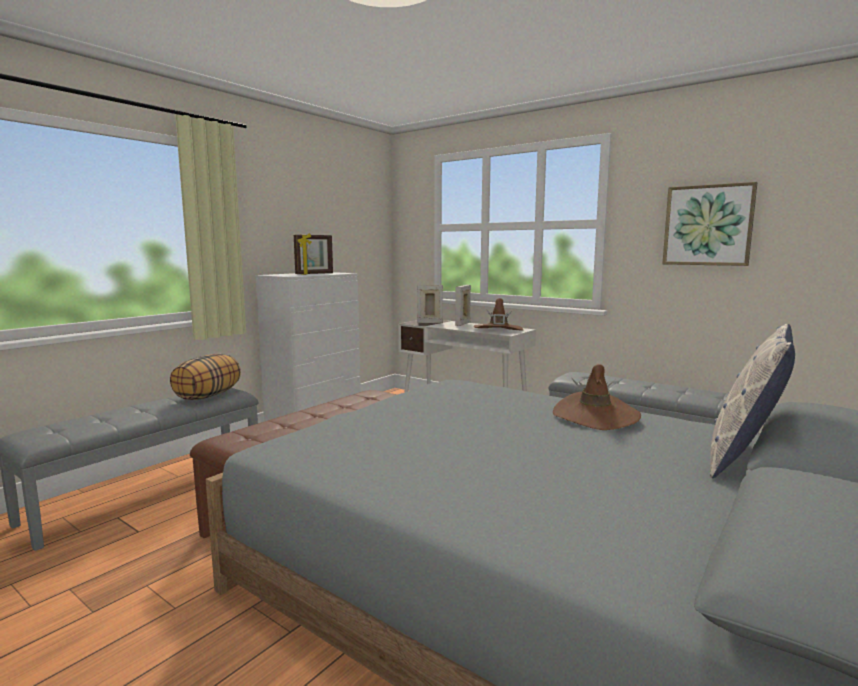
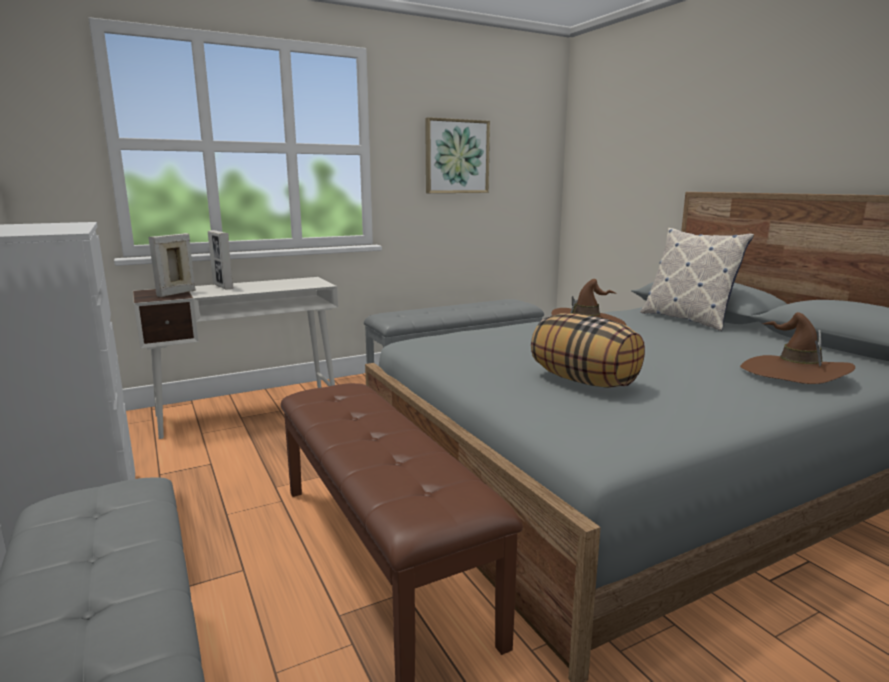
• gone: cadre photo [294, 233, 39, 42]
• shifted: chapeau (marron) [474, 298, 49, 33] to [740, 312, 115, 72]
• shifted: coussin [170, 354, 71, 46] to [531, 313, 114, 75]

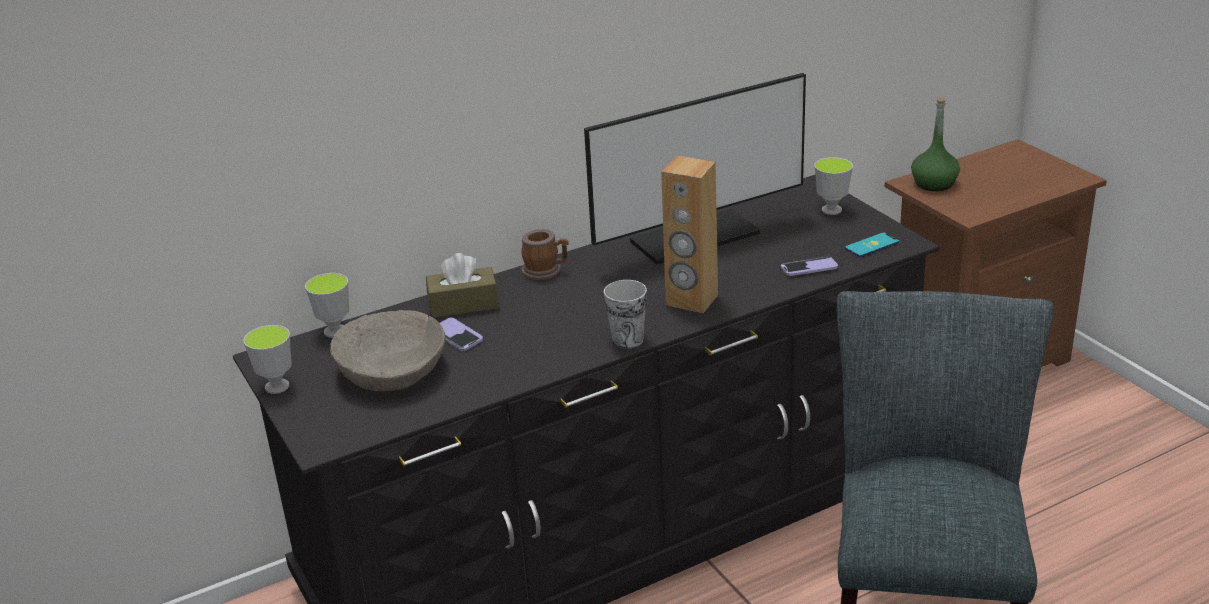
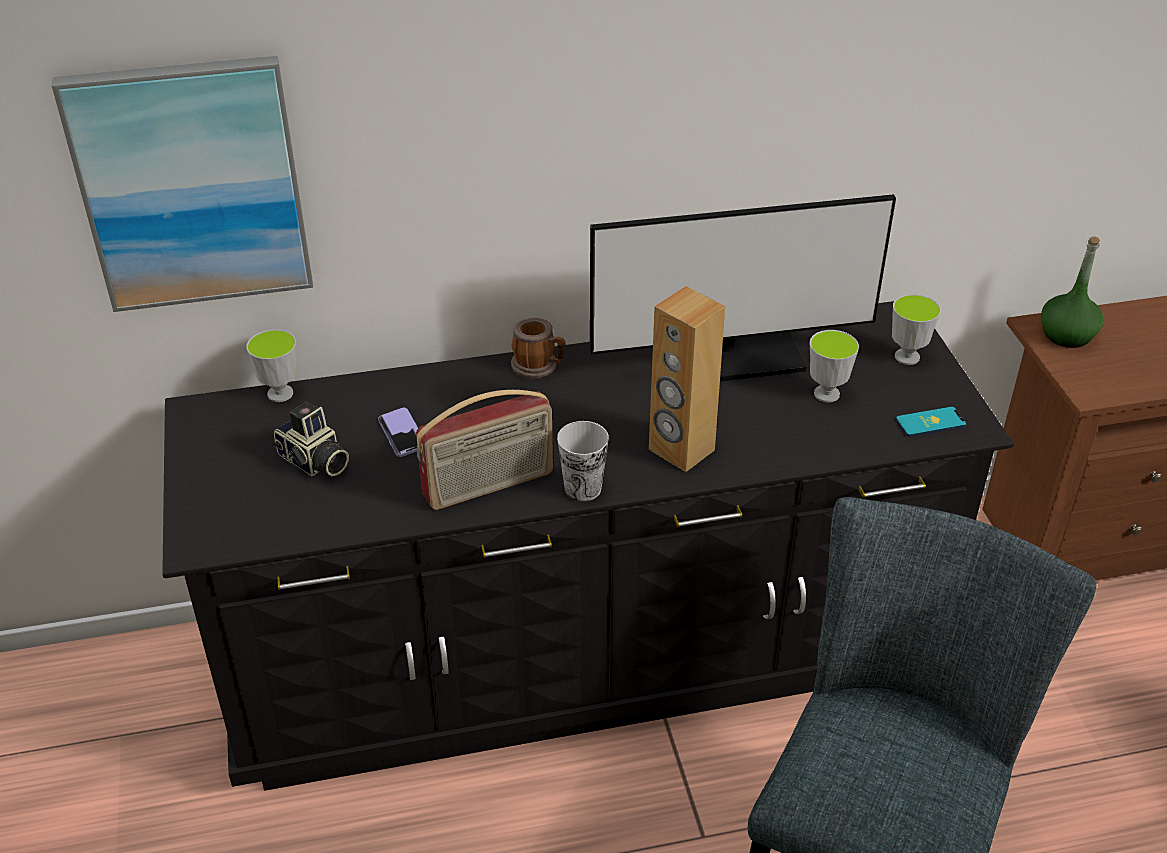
• gone: boîte à mouchoirs (marron) [426, 253, 73, 65]
• gone: téléphone [781, 257, 57, 19]
• swapped: bol (beige) [330, 310, 115, 82] to appareil photo [272, 402, 77, 74]
• shifted: tasse [243, 325, 49, 69] to [810, 330, 49, 72]
• new: tableau [52, 56, 261, 256]
• new: radio [416, 390, 137, 120]

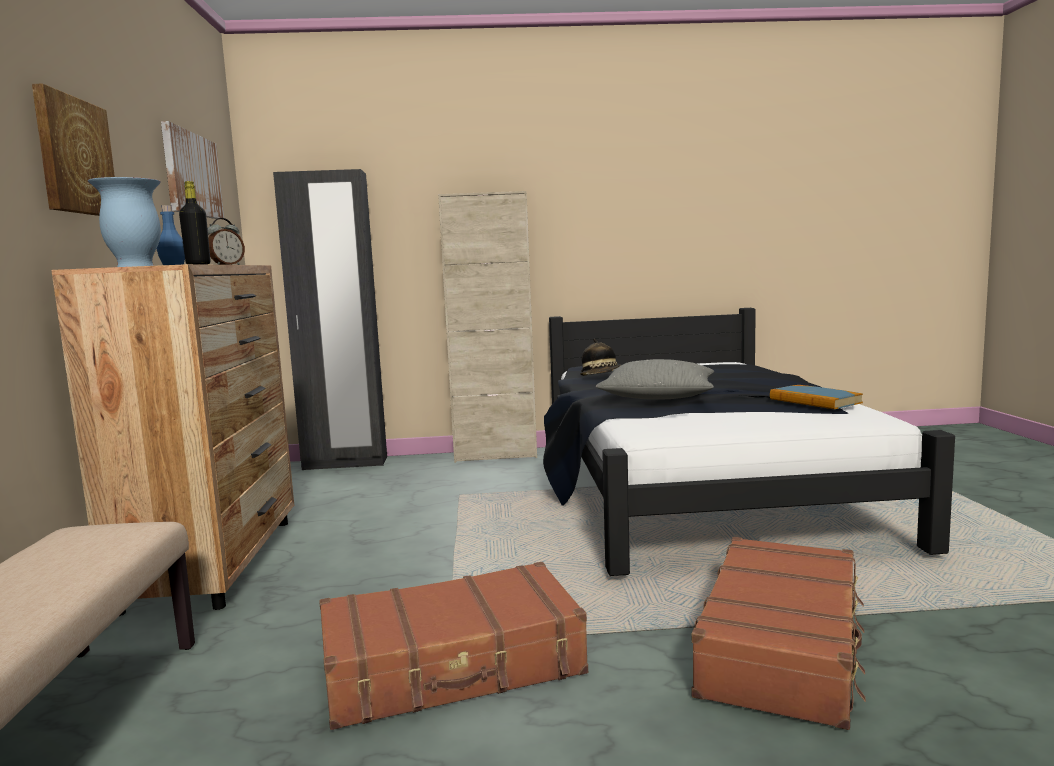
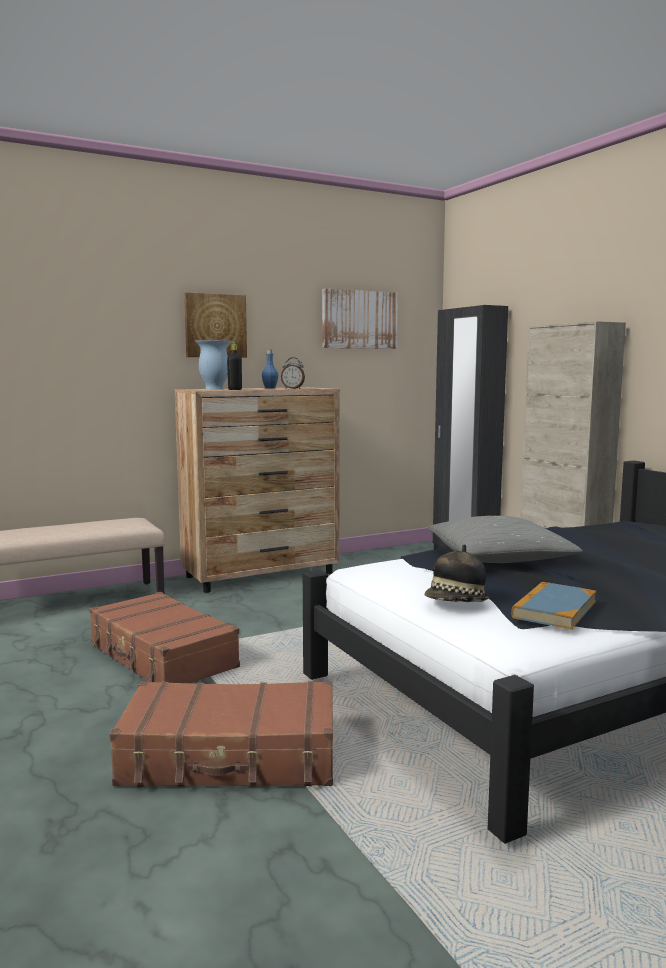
• shifted: chapeau [580, 339, 41, 37] to [424, 544, 66, 58]

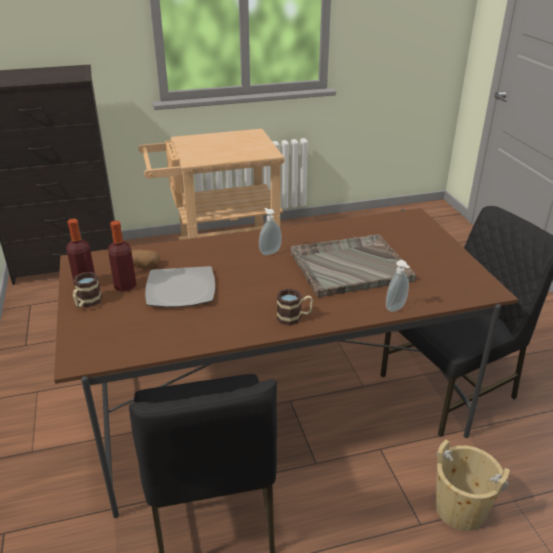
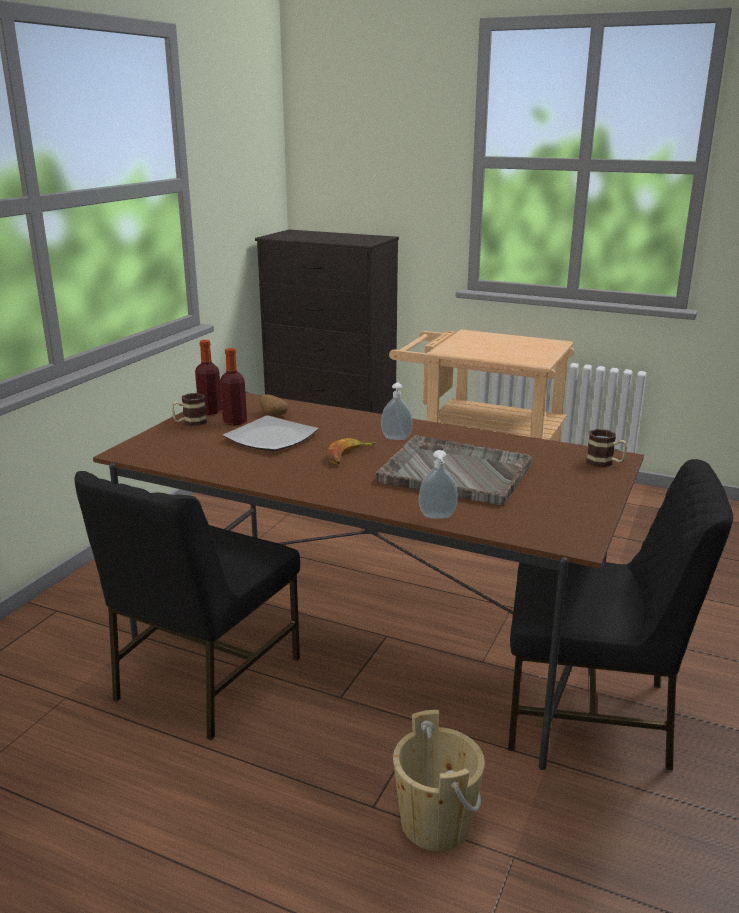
• shifted: mug [276, 288, 37, 38] to [586, 429, 41, 38]
• new: banane [328, 438, 49, 26]

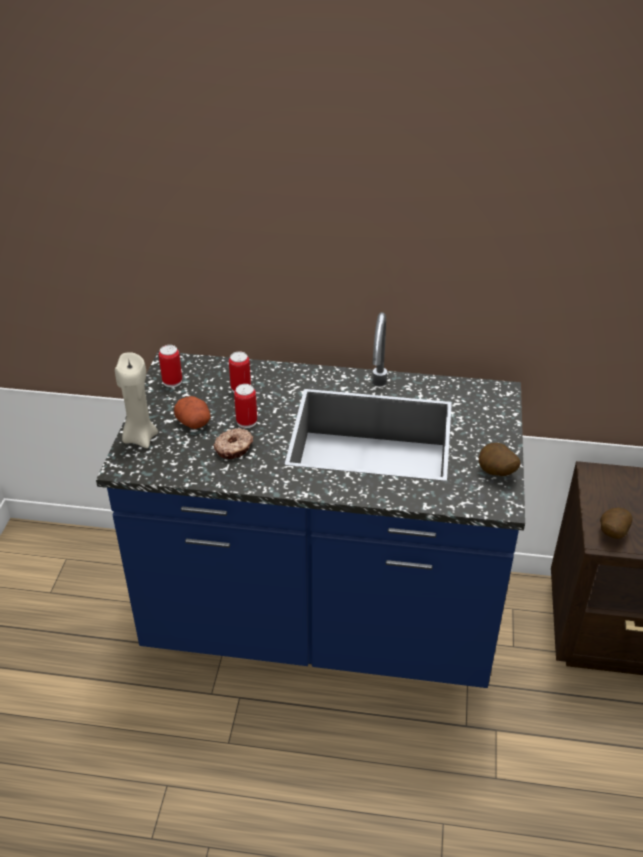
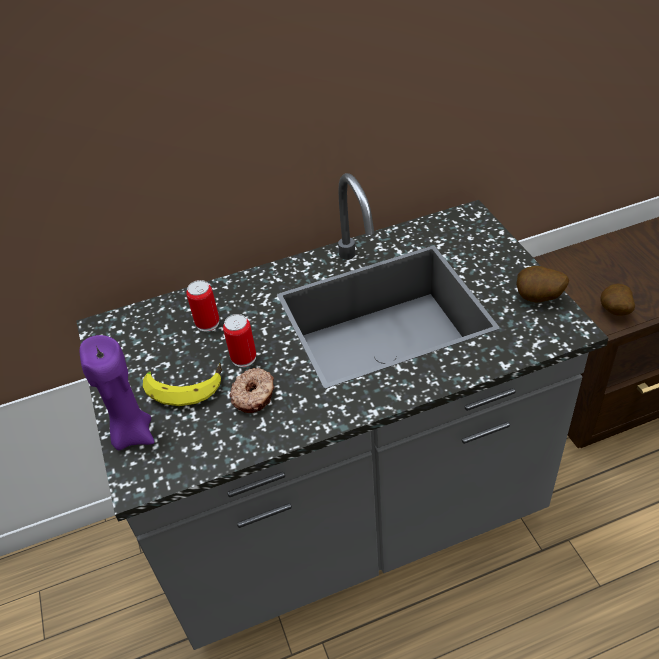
• repainted: comptoir de cuisine (bleu) [96, 312, 429, 376] to comptoir de cuisine (gris) [76, 173, 533, 477]
• gone: boîte métallique [159, 345, 23, 42]
• repainted: bougie (beige) [115, 352, 43, 96] to bougie (violet) [80, 335, 74, 115]
• swapped: pomme de terre [174, 396, 36, 33] to banane [143, 364, 79, 42]

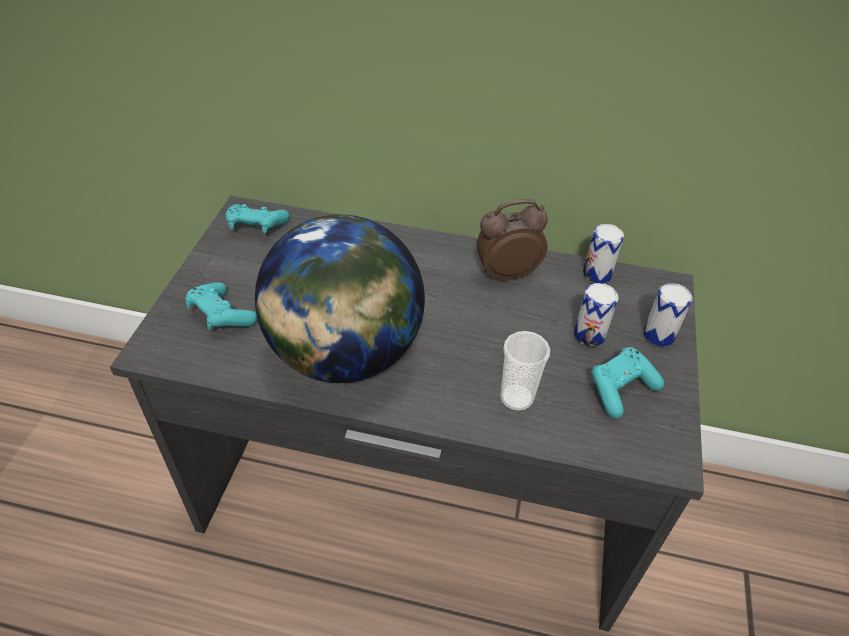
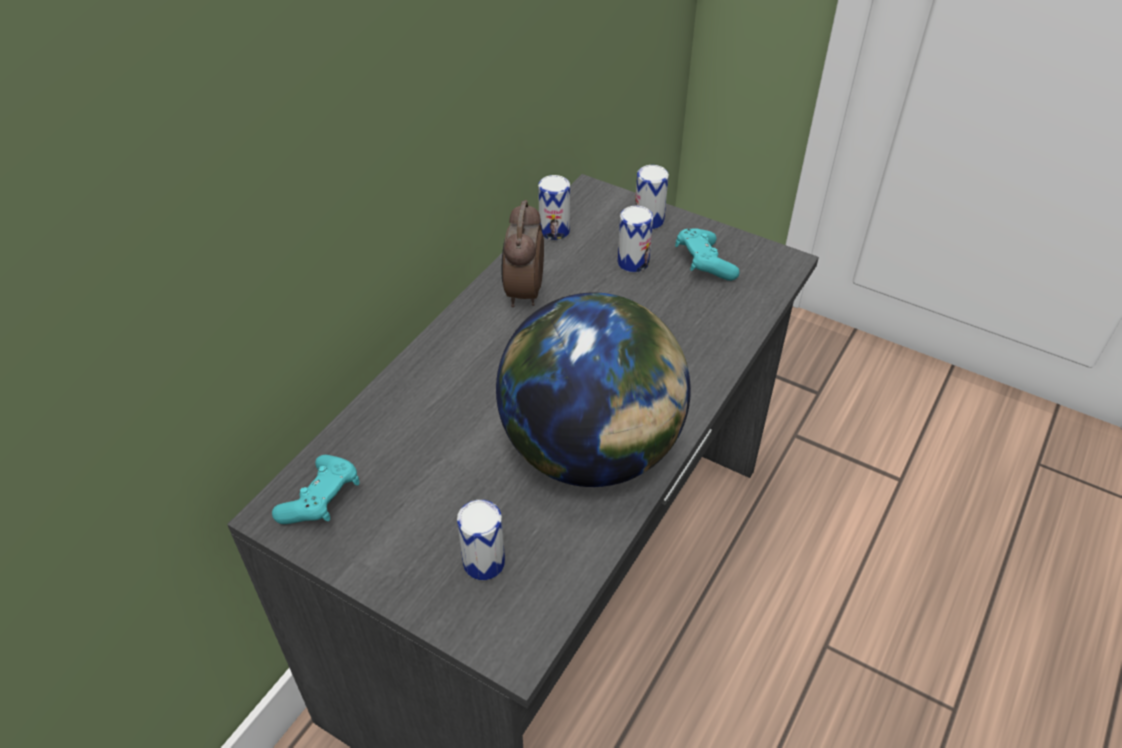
• swapped: manette (turquoise) [185, 282, 72, 47] to boîte métallique [457, 500, 48, 80]
• gone: tasse [500, 331, 50, 80]

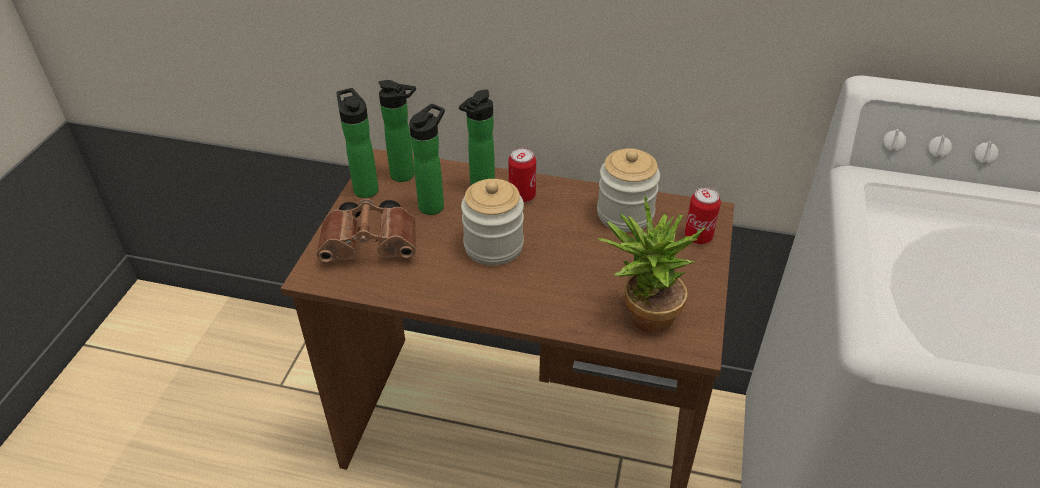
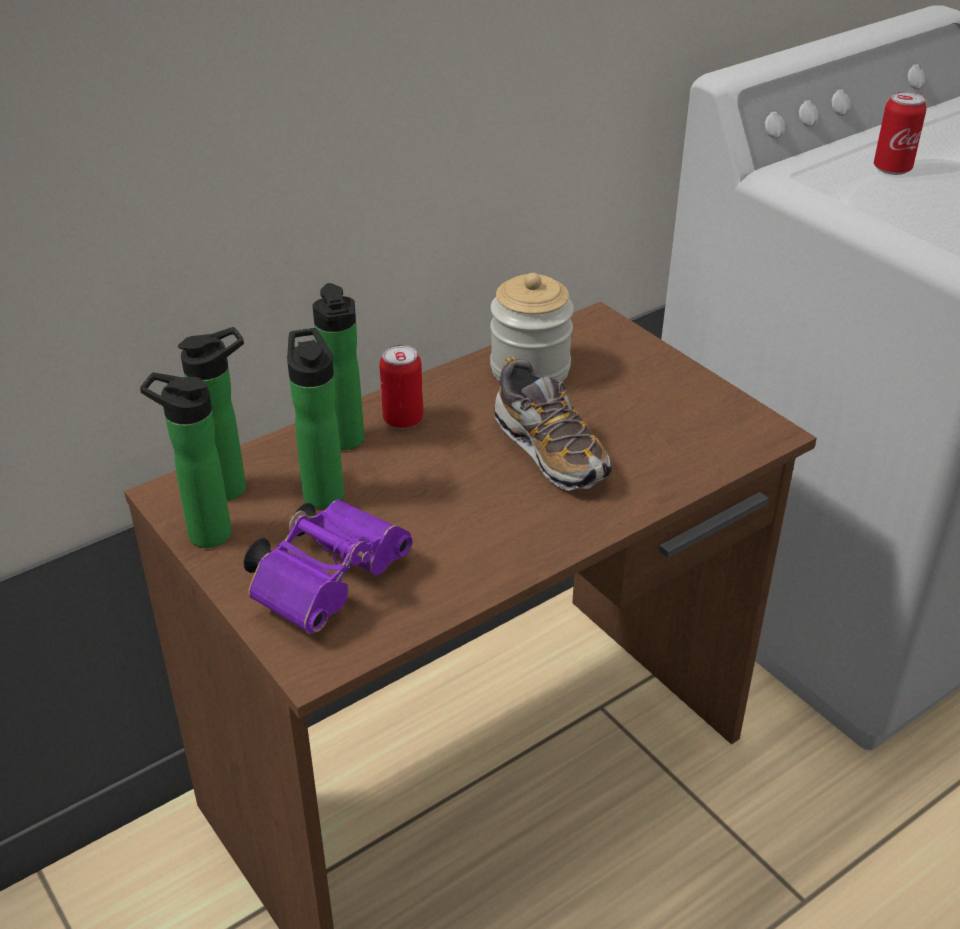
• gone: bocal [461, 179, 63, 87]
• shifted: boîte métallique [685, 187, 36, 57] to [874, 91, 52, 84]
• gone: plante en pot [597, 196, 109, 137]
• repainted: jumelles (marron) [316, 199, 100, 63] to jumelles (violet) [244, 500, 169, 134]
• new: chaussure [494, 357, 118, 134]

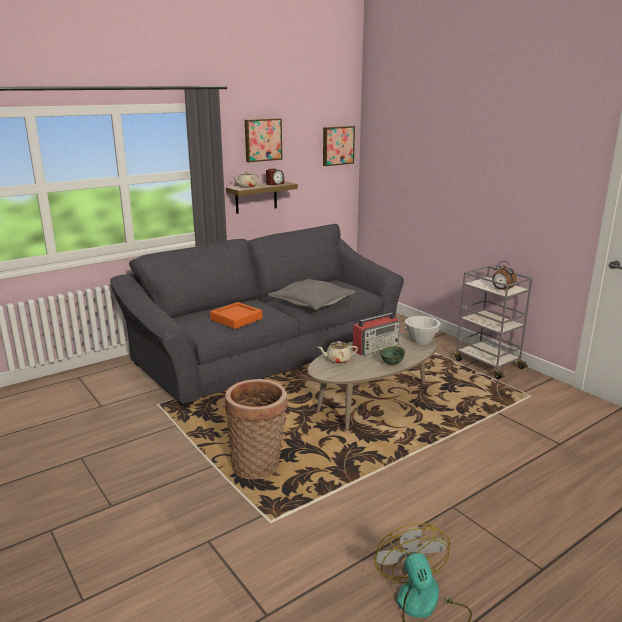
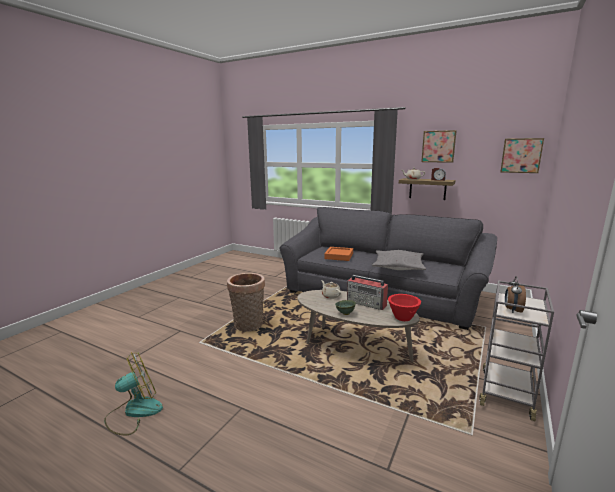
• repainted: bol (blanc) [405, 316, 36, 29] to bol (rouge) [388, 294, 33, 27]

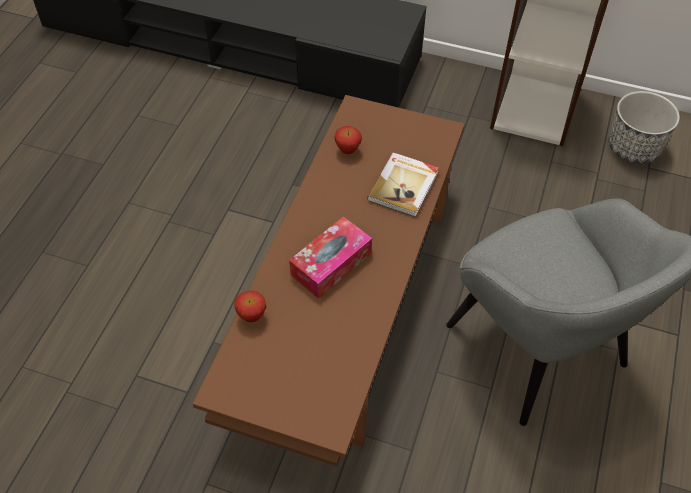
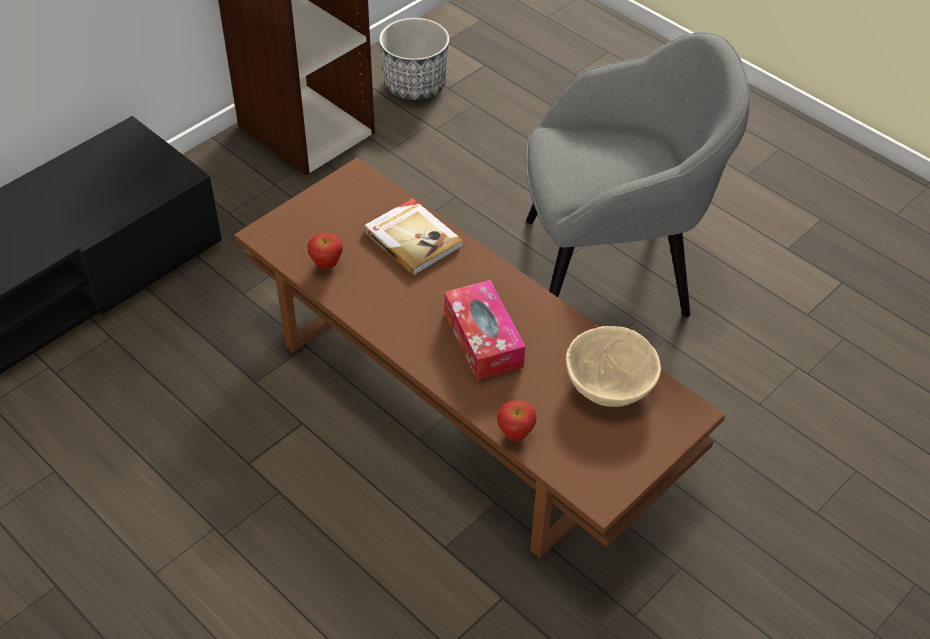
• new: bol (beige) [566, 326, 95, 81]

